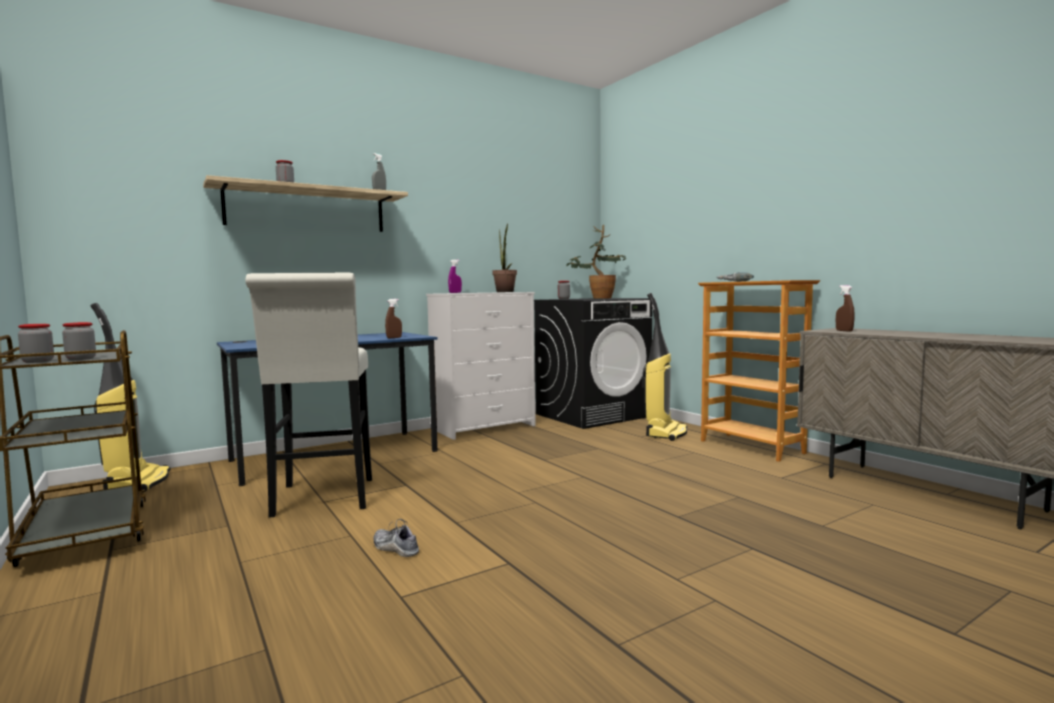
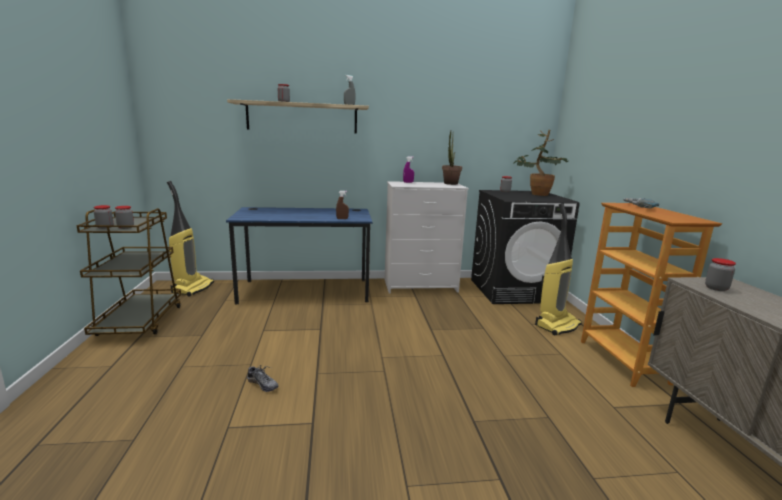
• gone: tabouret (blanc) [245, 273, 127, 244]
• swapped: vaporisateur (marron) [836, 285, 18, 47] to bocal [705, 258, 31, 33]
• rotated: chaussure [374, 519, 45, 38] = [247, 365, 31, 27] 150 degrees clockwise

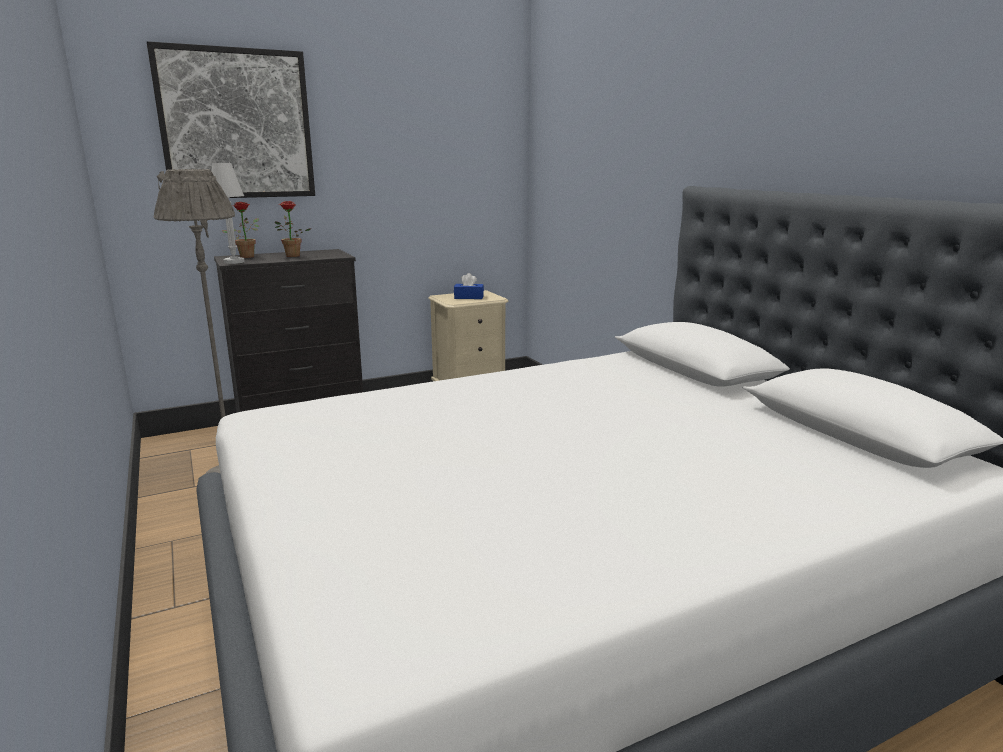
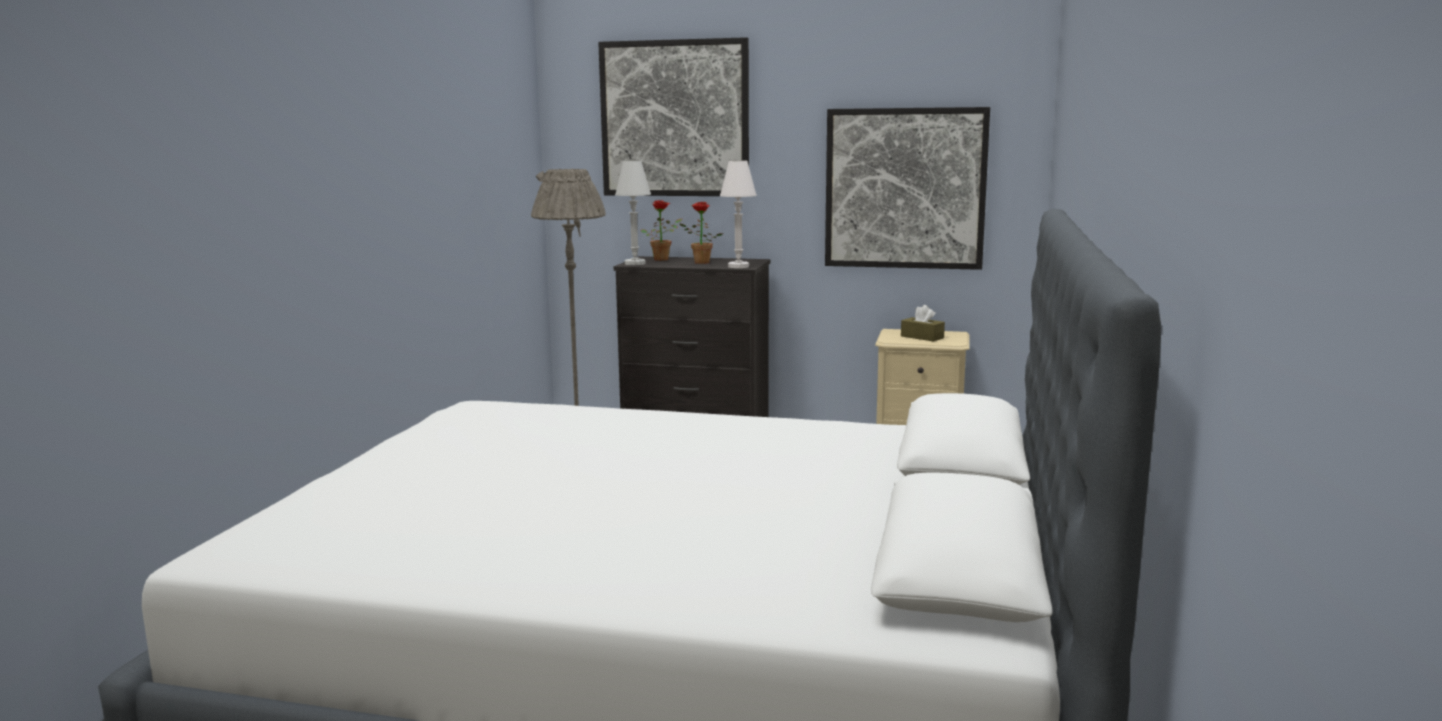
• repainted: boîte à mouchoirs (bleu) [454, 273, 30, 26] to boîte à mouchoirs (marron) [901, 305, 44, 37]
• new: tableau [825, 107, 165, 163]
• new: lampe de table (blanc) [720, 160, 37, 108]

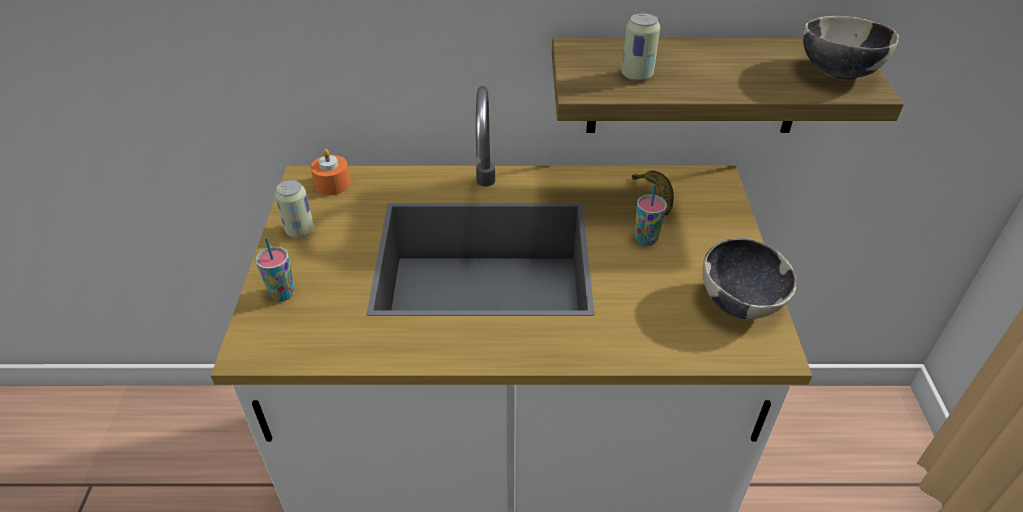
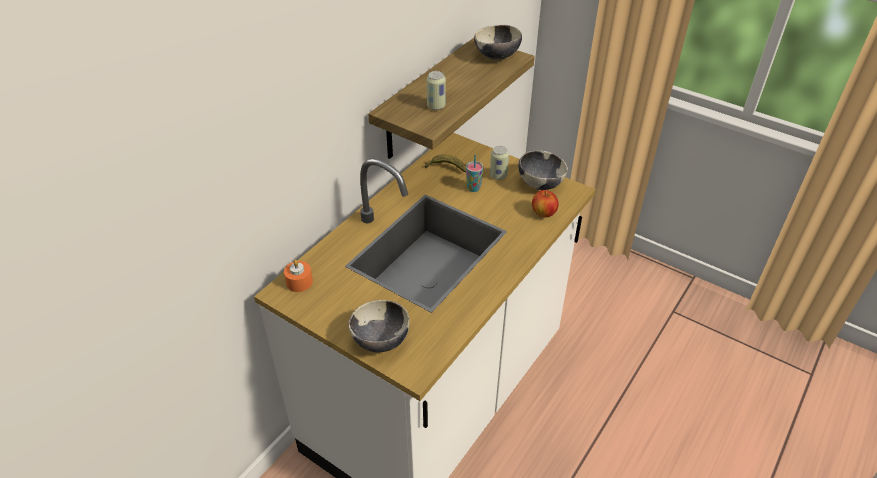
• shifted: boîte métallique [275, 180, 39, 58] to [490, 146, 19, 34]
• swapped: tasse [255, 237, 40, 64] to bol [348, 300, 62, 52]
• new: pomme [532, 190, 27, 28]

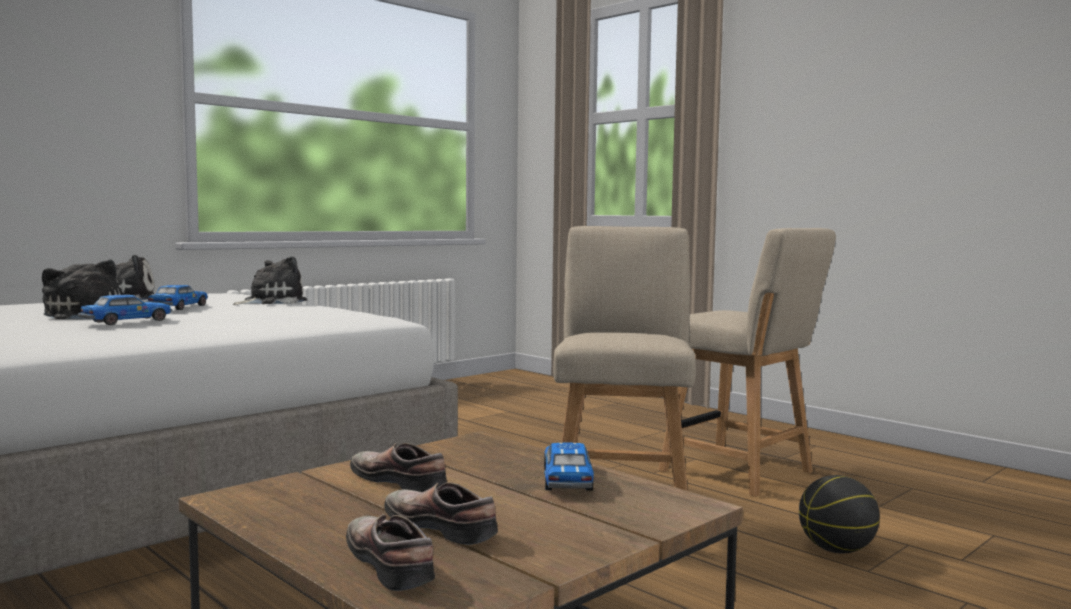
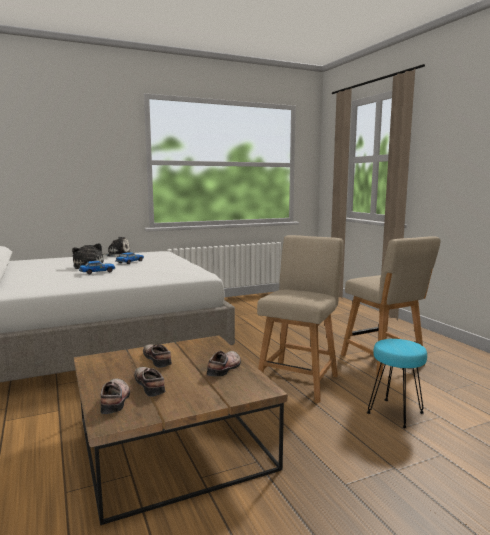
• gone: peluche [233, 256, 74, 49]
• swapped: petite voiture [544, 442, 50, 49] to chaussure [207, 351, 34, 25]
• swapped: ballon de basket [799, 475, 81, 79] to tabouret (turquoise) [367, 339, 60, 89]

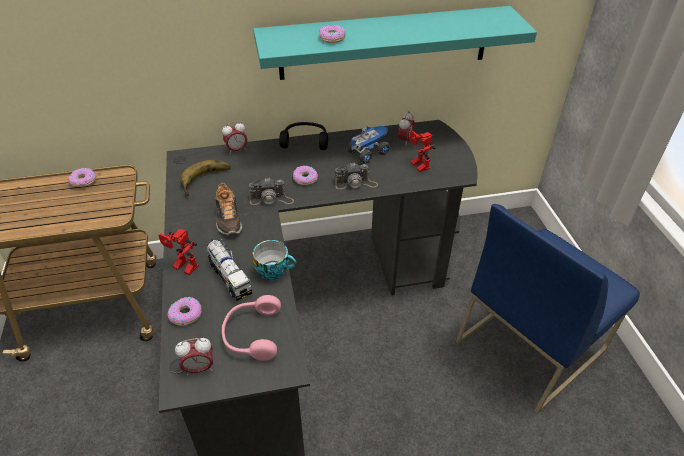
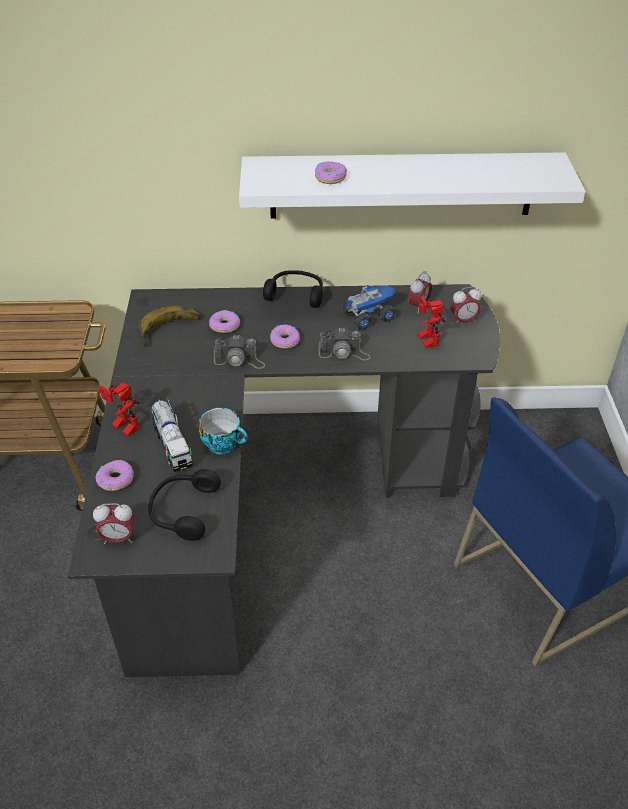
• repainted: étagère (turquoise) [253, 6, 284, 74] to étagère (blanc) [239, 152, 347, 67]
• shifted: réveil [222, 121, 25, 33] to [450, 286, 31, 39]
• shifted: beignet [68, 168, 28, 19] to [209, 310, 31, 23]
• gone: chaussure [215, 182, 27, 53]
• repainted: casque audio (rose) [222, 295, 59, 66] to casque audio (noir) [148, 469, 73, 72]

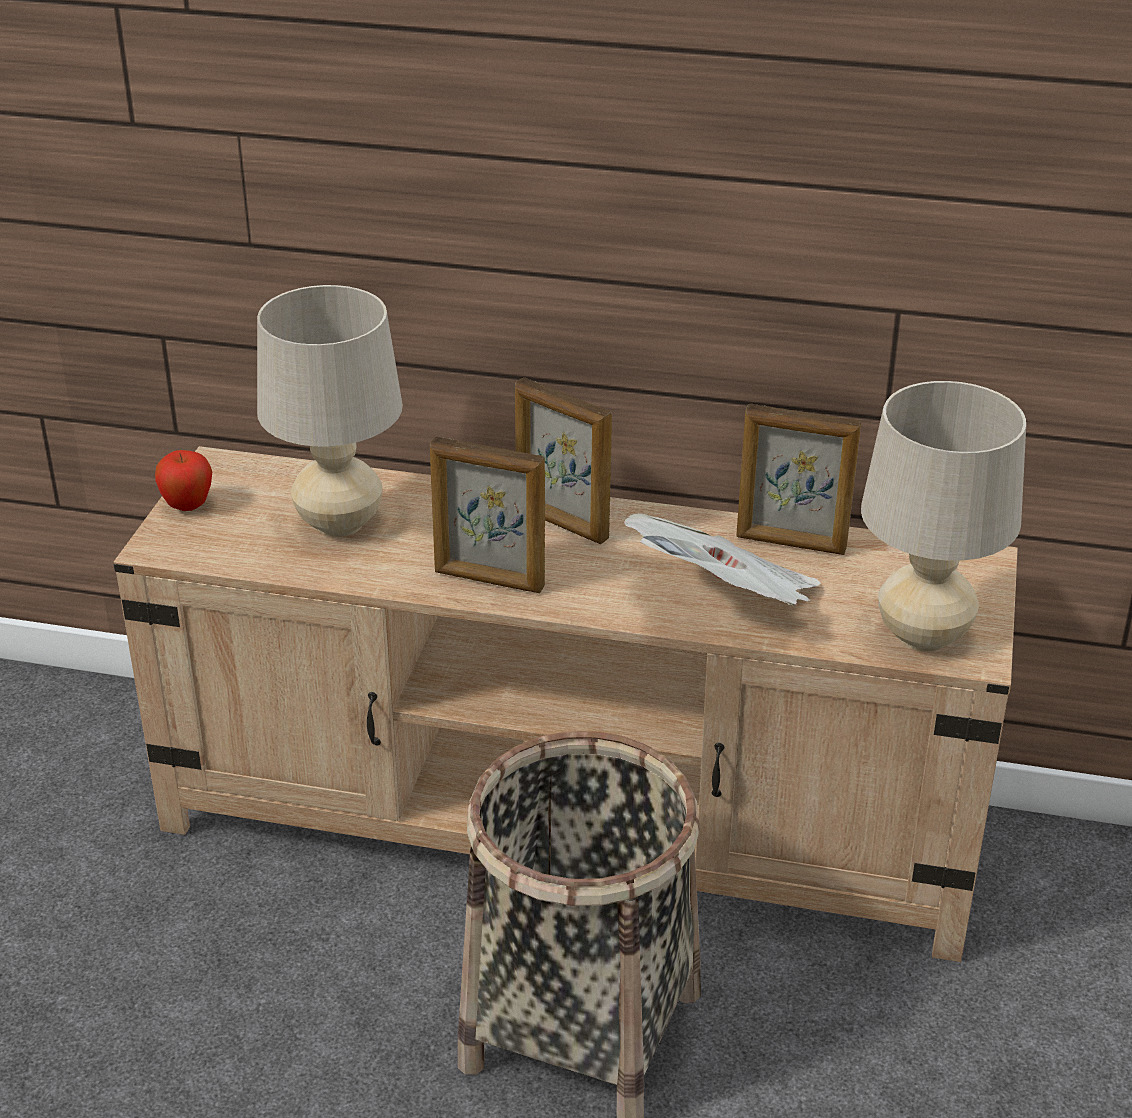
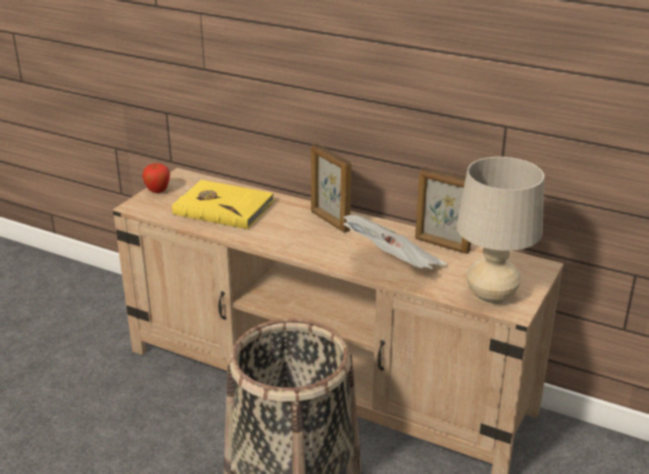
• swapped: lampe de table (beige) [257, 285, 146, 252] to livre (jaune) [172, 180, 103, 49]
• gone: cadre photo [430, 436, 115, 157]

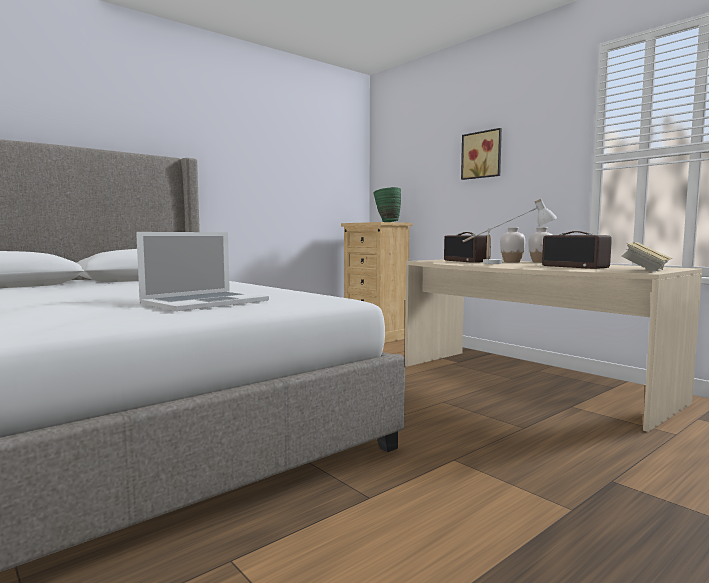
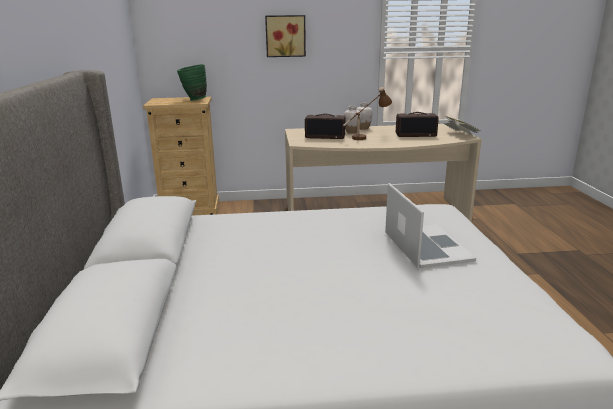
• repainted: lampe de table (blanc) [462, 198, 95, 66] to lampe de table (marron) [343, 87, 49, 53]

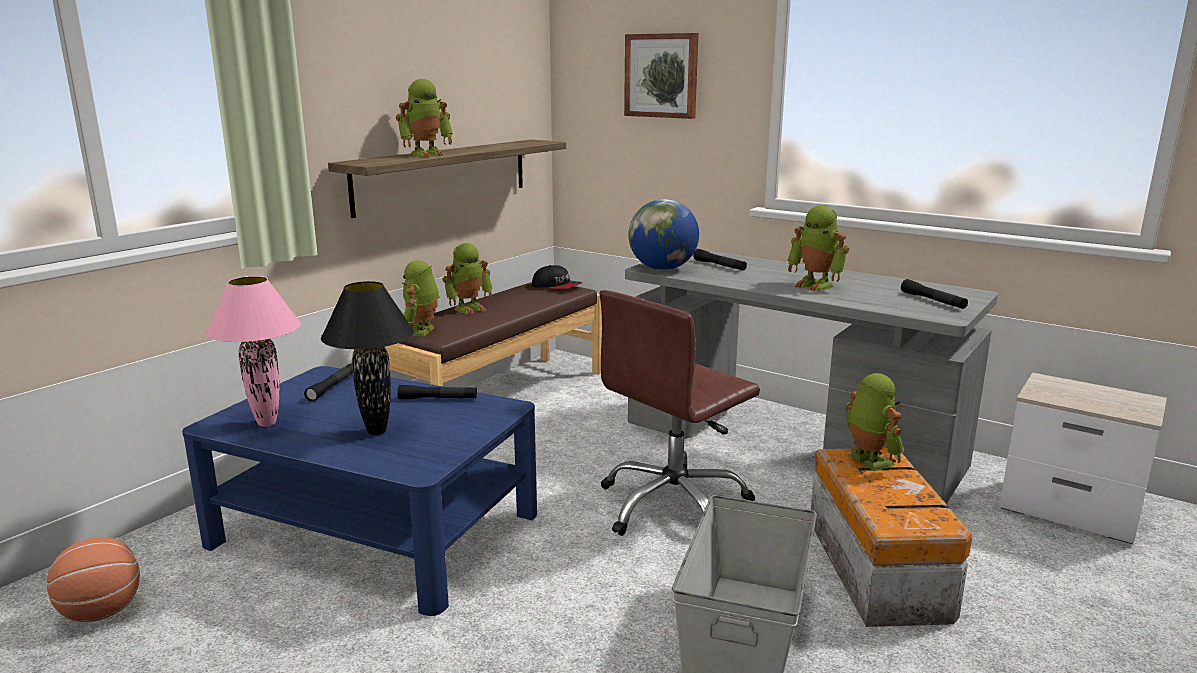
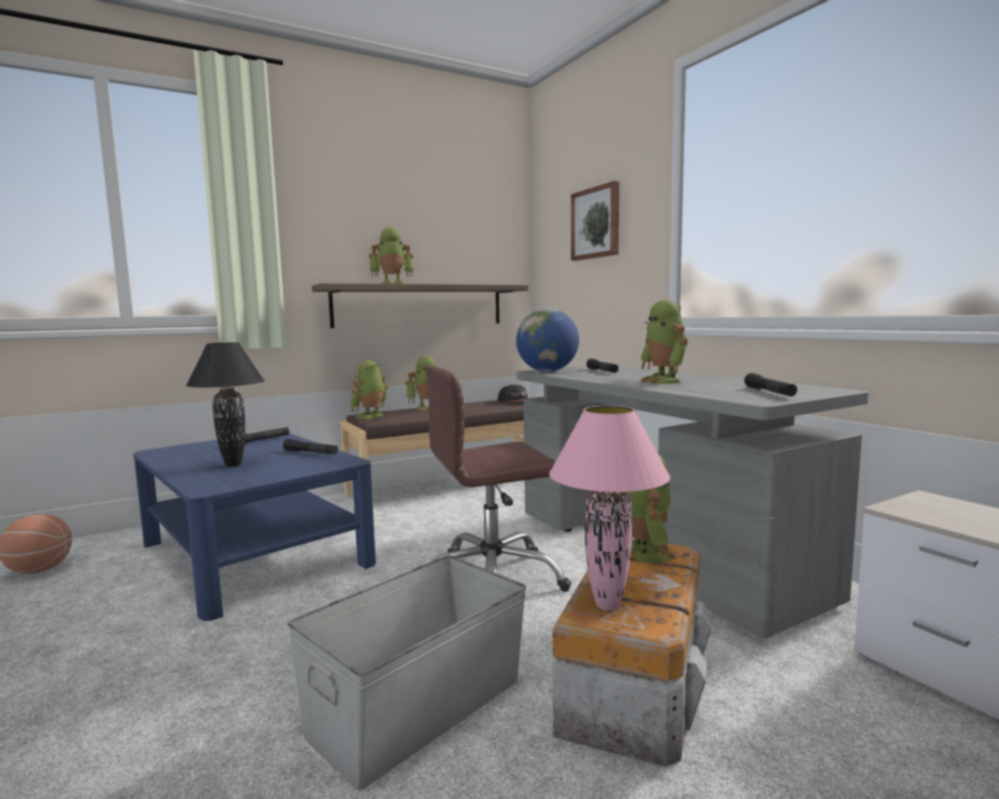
• shifted: lampe de table (rose) [206, 276, 95, 151] to [549, 406, 121, 205]

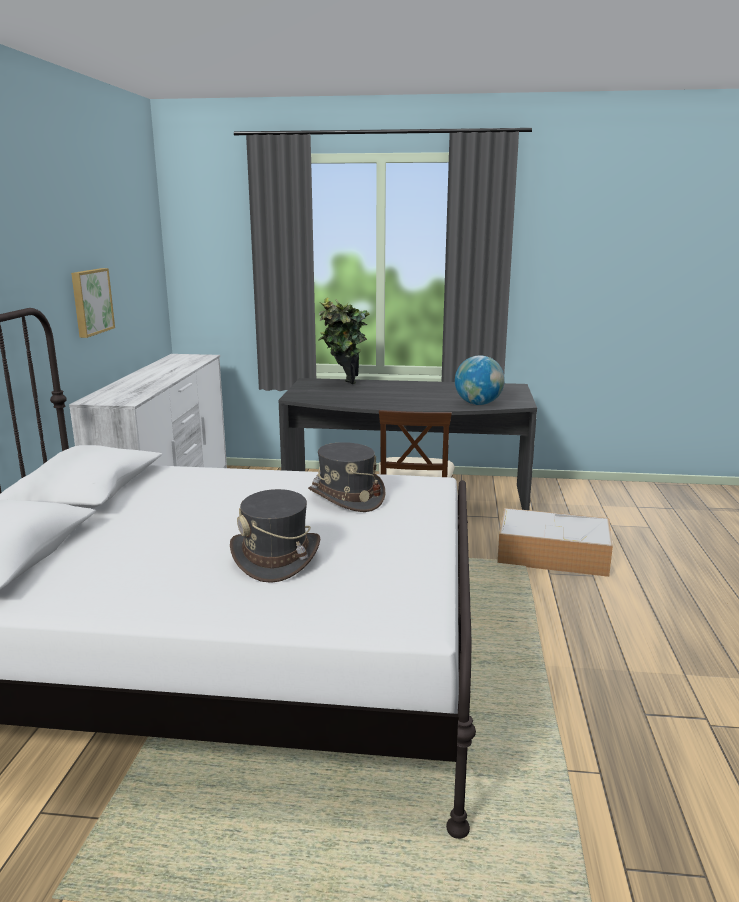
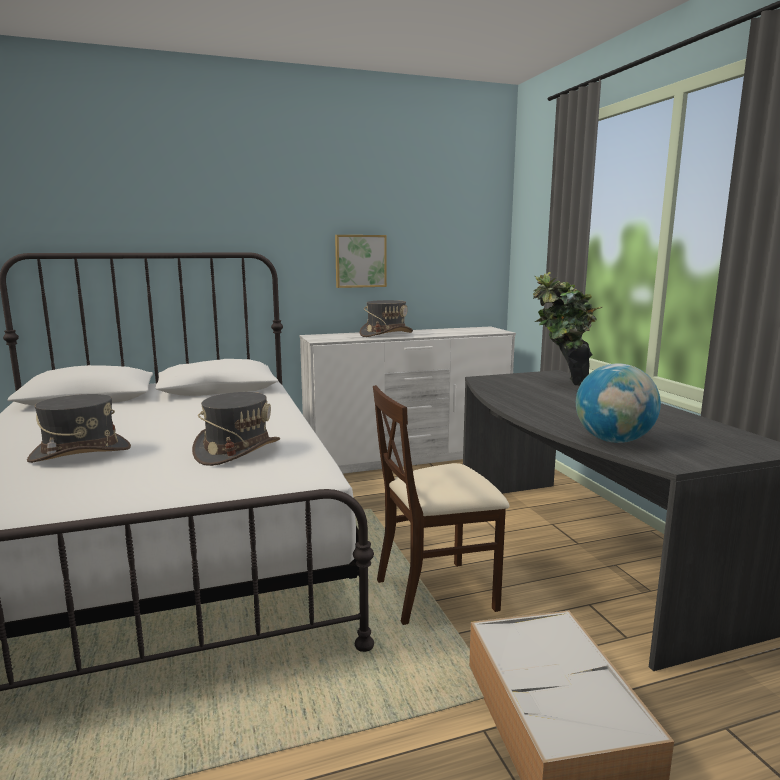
• new: chapeau (gris) [360, 300, 53, 37]

